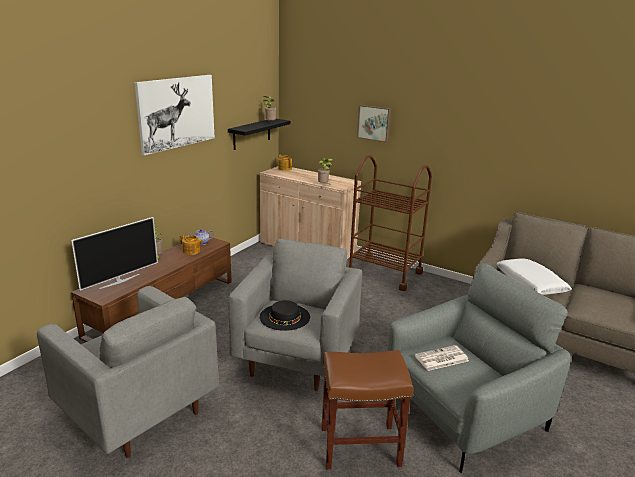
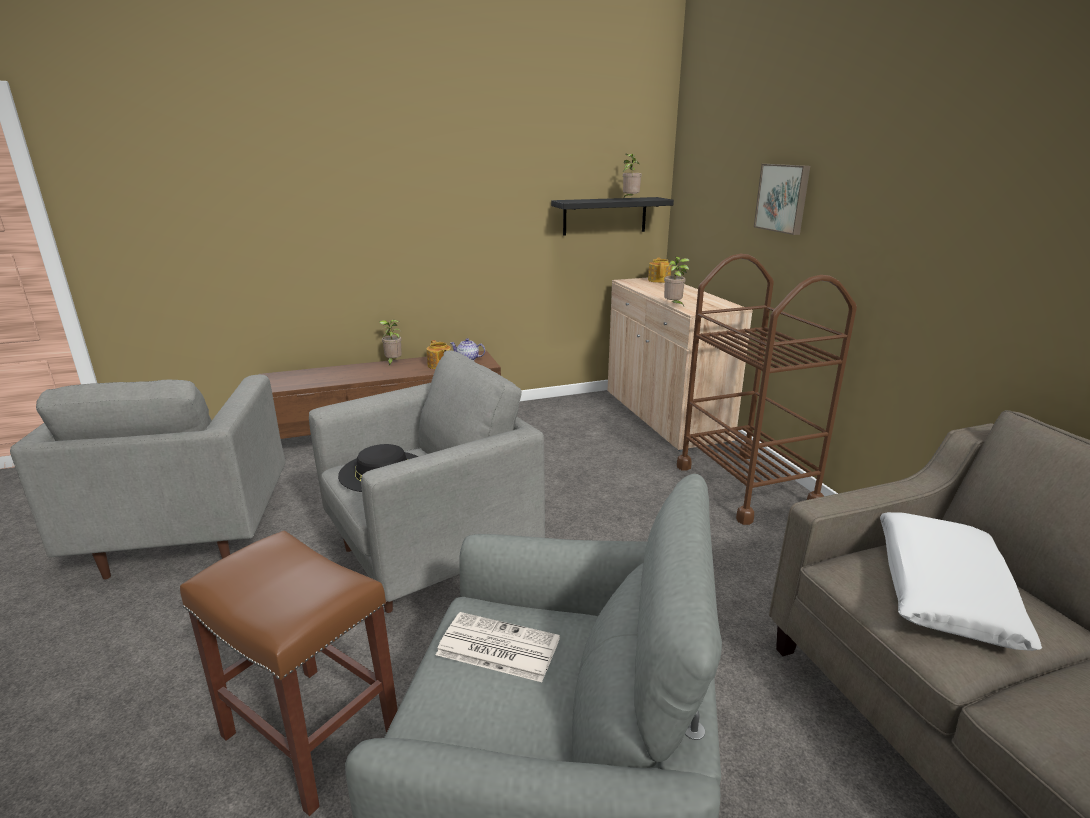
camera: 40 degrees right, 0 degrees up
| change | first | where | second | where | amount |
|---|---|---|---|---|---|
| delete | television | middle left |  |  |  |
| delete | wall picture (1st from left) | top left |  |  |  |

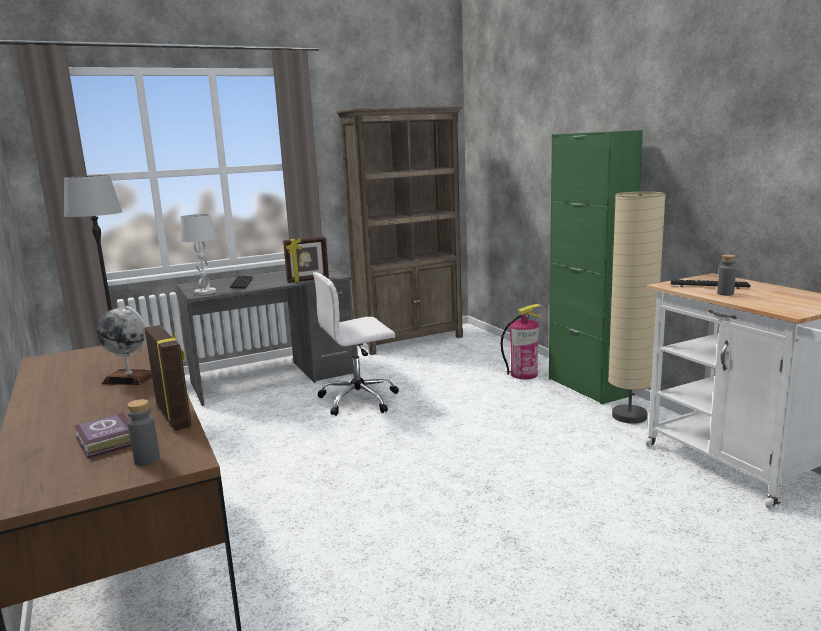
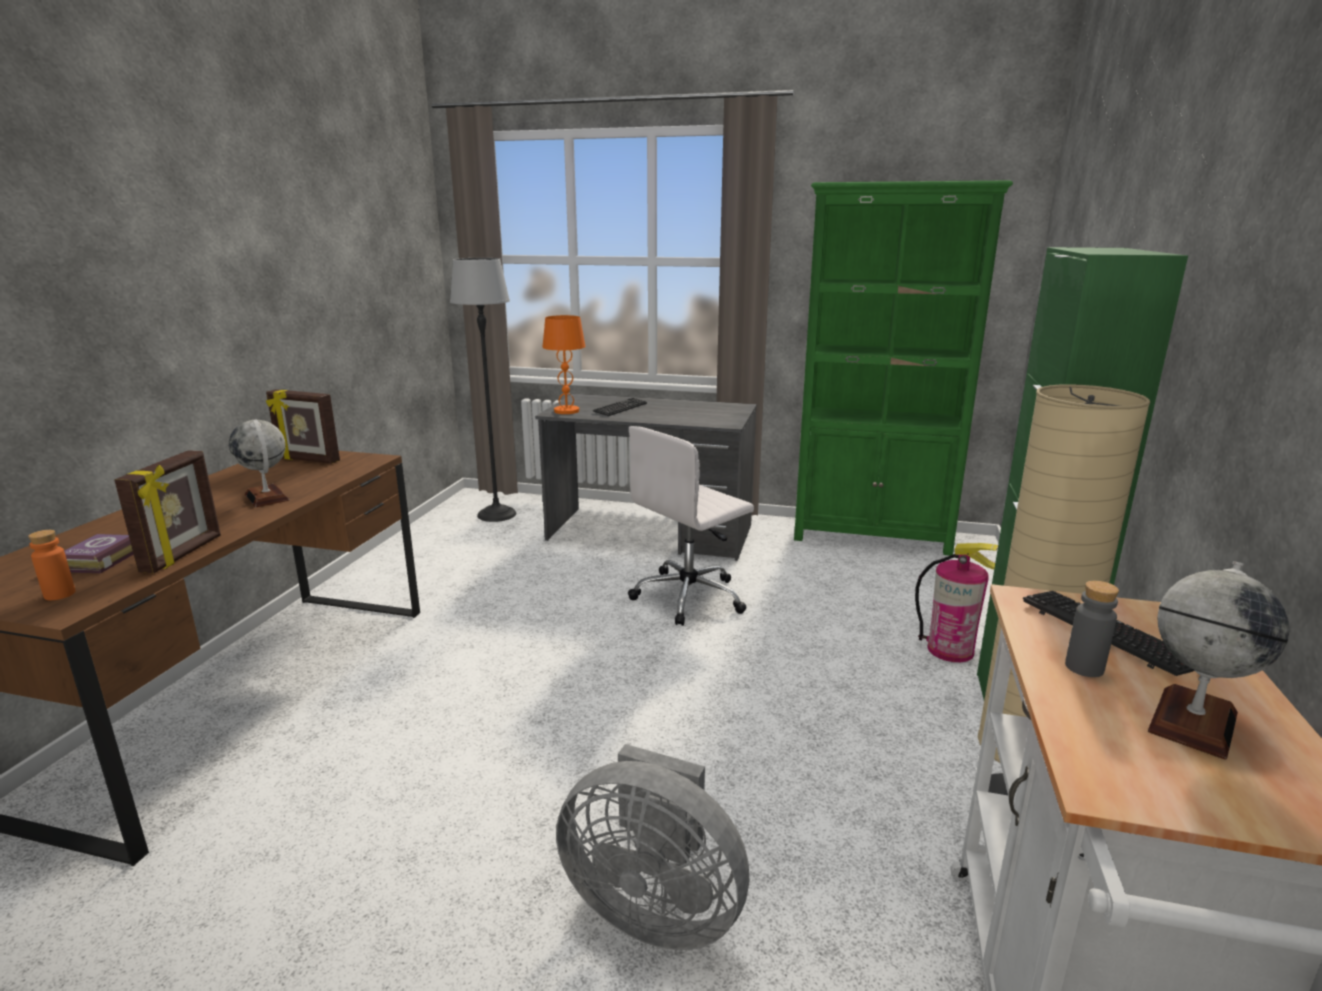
camera: 40 degrees right, 5 degrees up
| change | first | where | second | where | amount |
|---|---|---|---|---|---|
| insert |  |  | cooling fan (greyish) | bottom centre |  |
| insert |  |  | world globe (2nd from left) | middle right |  |
| move | picture frame (2nd from left) | centre |  | middle left |  |
| recolor | beverage bottle (greyish) (1st from left) | bottom left | beverage bottle (orange-coloured) | middle left |  |
| recolor | table lamp (whitish) | middle left | table lamp (orange-coloured) | centre |  |
| recolor | bookshelf (brownish) | centre | bookshelf (greenish) | middle right |  |
| rotate | computer chair (whitish) | centre |  | centre | 60 degrees counterclockwise |

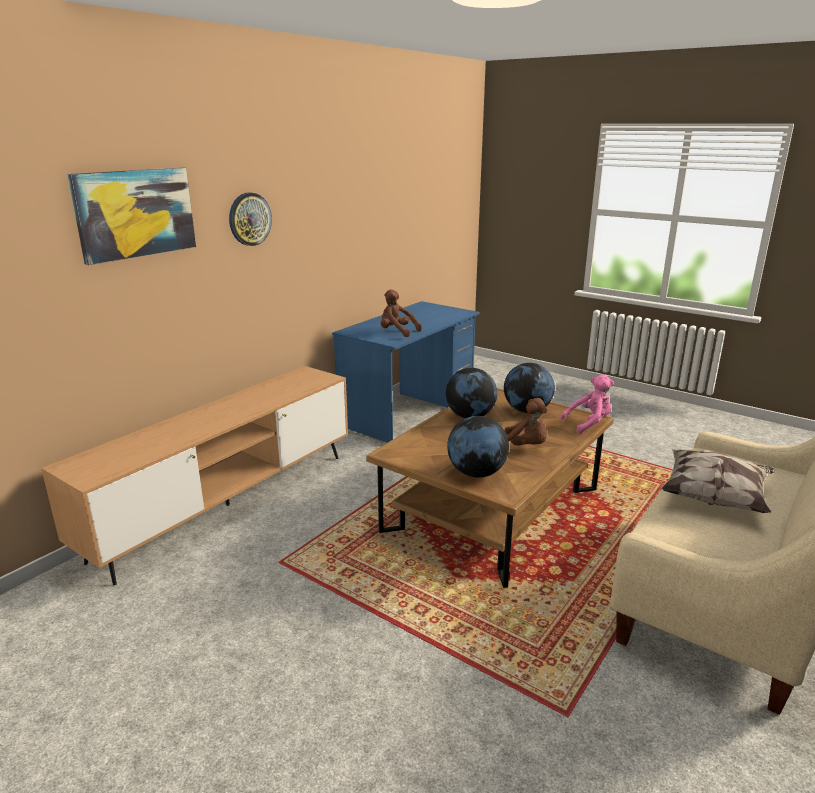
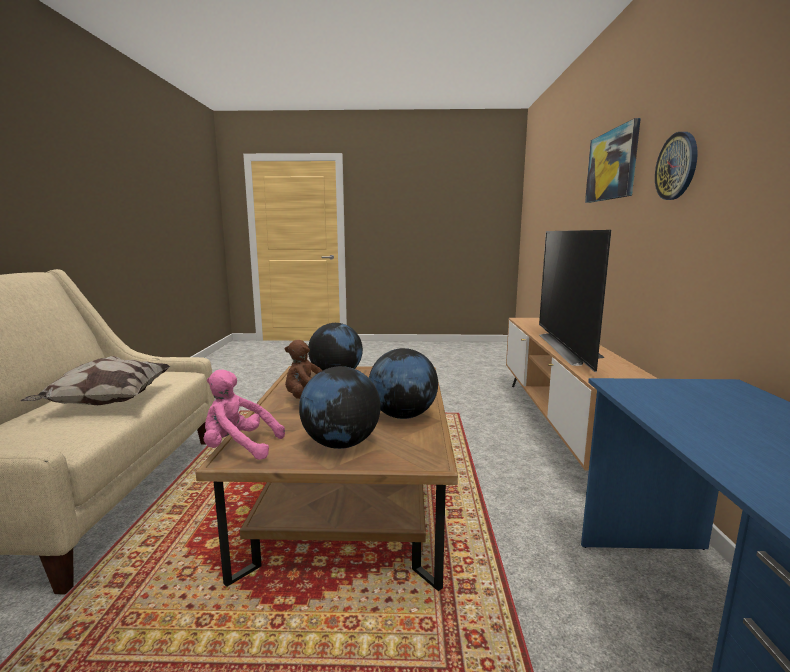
camera: 145 degrees right, 10 degrees down
| change | first | where | second | where | amount |
|---|---|---|---|---|---|
| delete | plush toy (brownish) (1st from left) | centre |  |  |  |
| insert |  |  | television | middle right |  |
| rotate | plush toy (pink-coloured) | middle right |  | middle left | 60 degrees clockwise |

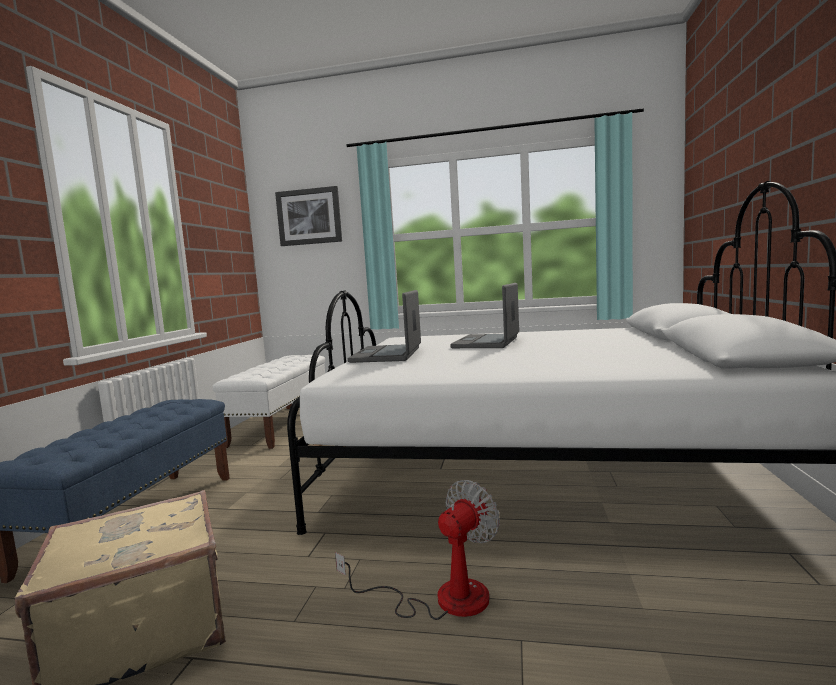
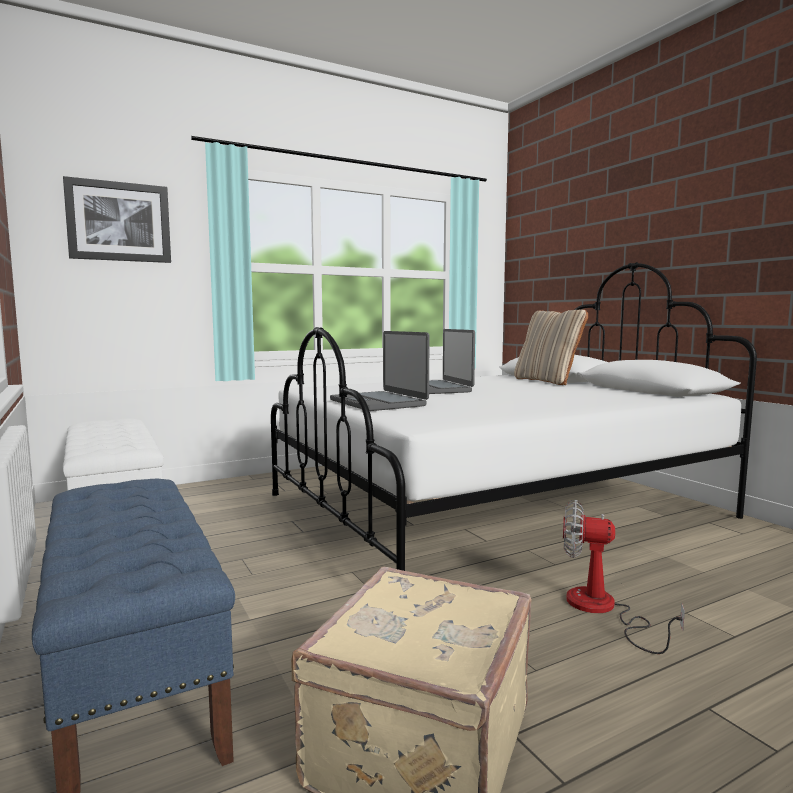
camera: 40 degrees left, 0 degrees up
| change | first | where | second | where | amount |
|---|---|---|---|---|---|
| insert |  |  | pillow (sand-coloured) | middle right |  |
| rotate | cooling fan | bottom centre |  | bottom right | 75 degrees counterclockwise |

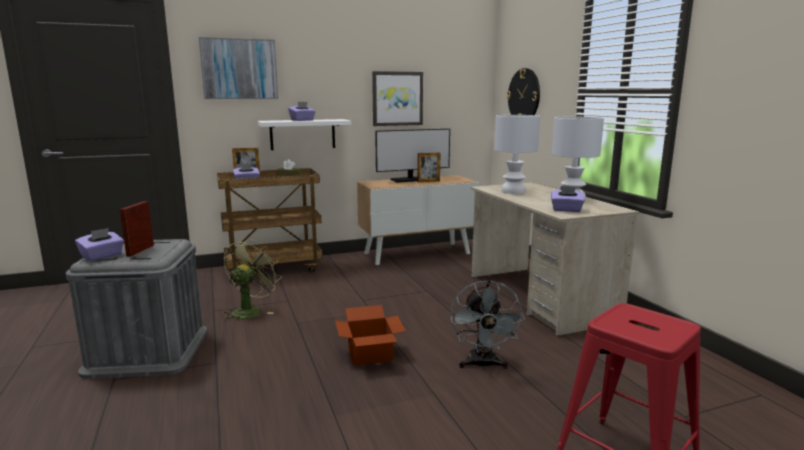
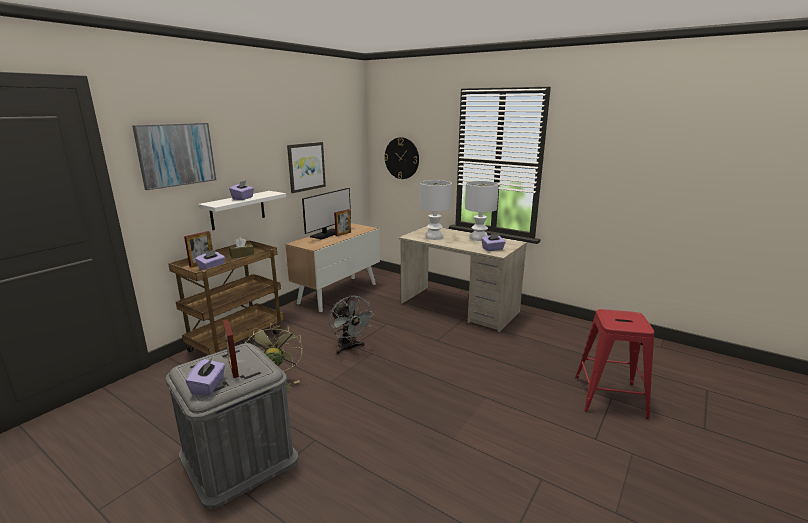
camera: 35 degrees left, 5 degrees up
| change | first | where | second | where | amount |
|---|---|---|---|---|---|
| delete | packing box | bottom centre |  |  |  |
| move | cooling fan (greyish) | bottom centre |  | centre |  |

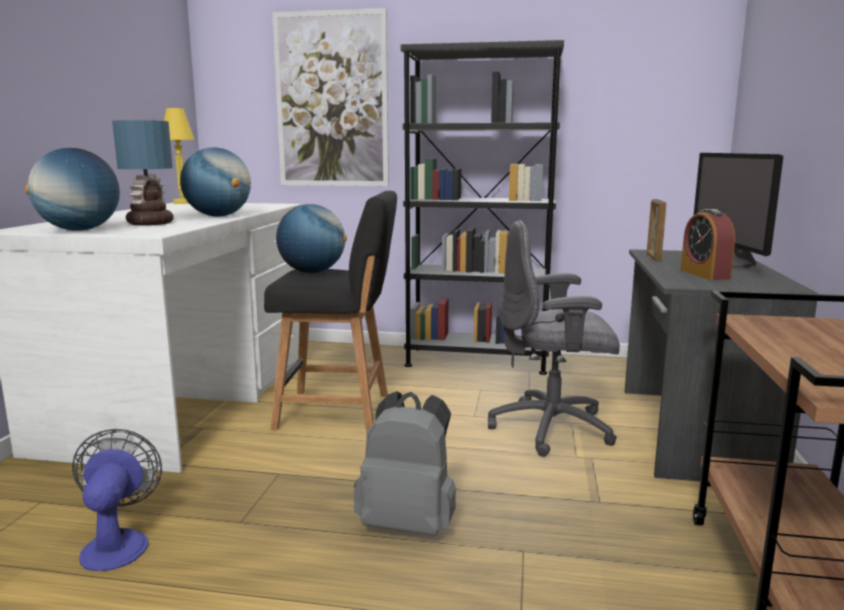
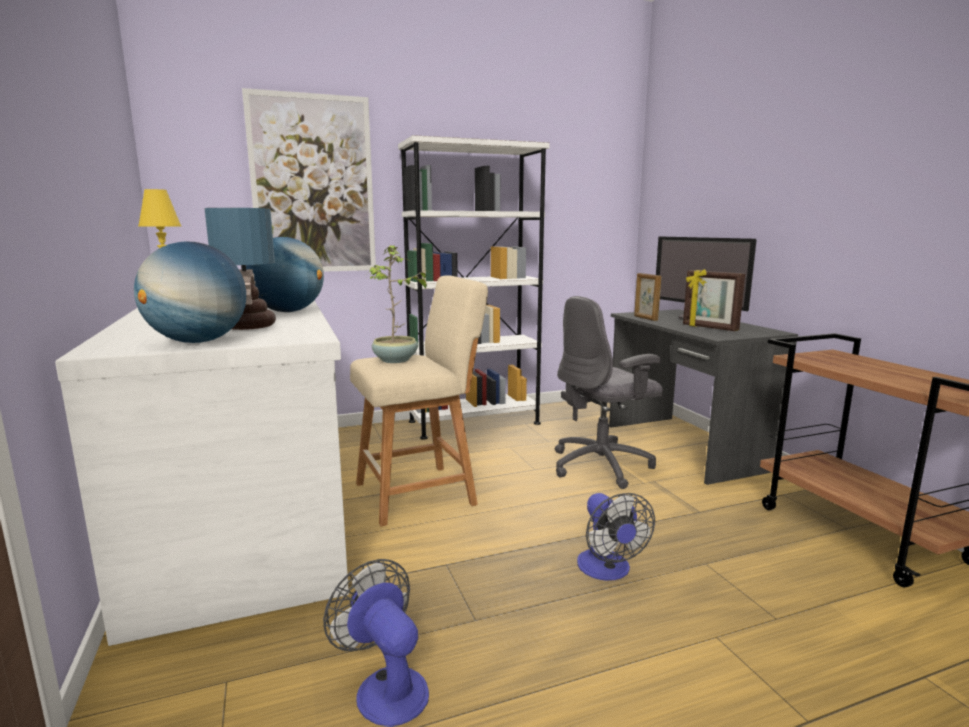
camera: 30 degrees left, 0 degrees up
| change | first | where | second | where | amount |
|---|---|---|---|---|---|
| replace | world globe (3rd from left) | centre | houseplant | centre |  |
| replace | rucksack (greyish) | bottom centre | cooling fan (2nd from left) | bottom centre |  |
| replace | bedside clock | middle right | picture frame (2nd from left) | middle right |  |
| recolor | stool seat (black-coloured) | centre | stool seat (sand-coloured) | centre |  |
| recolor | bookshelf (black-coloured) | centre | bookshelf (whitish) | centre |  |

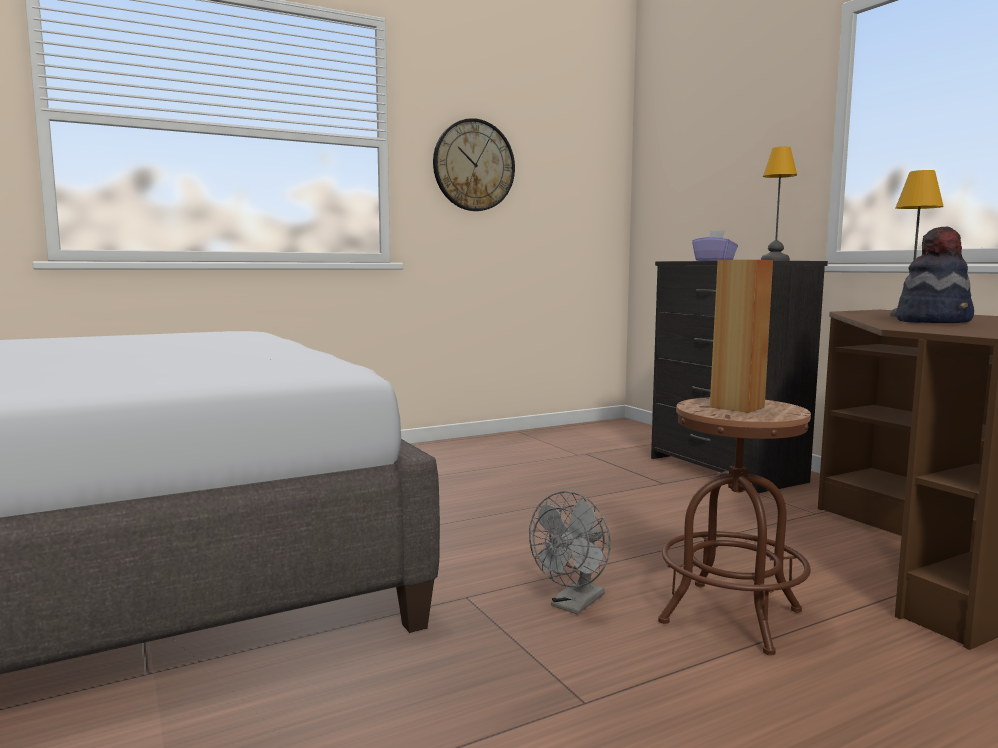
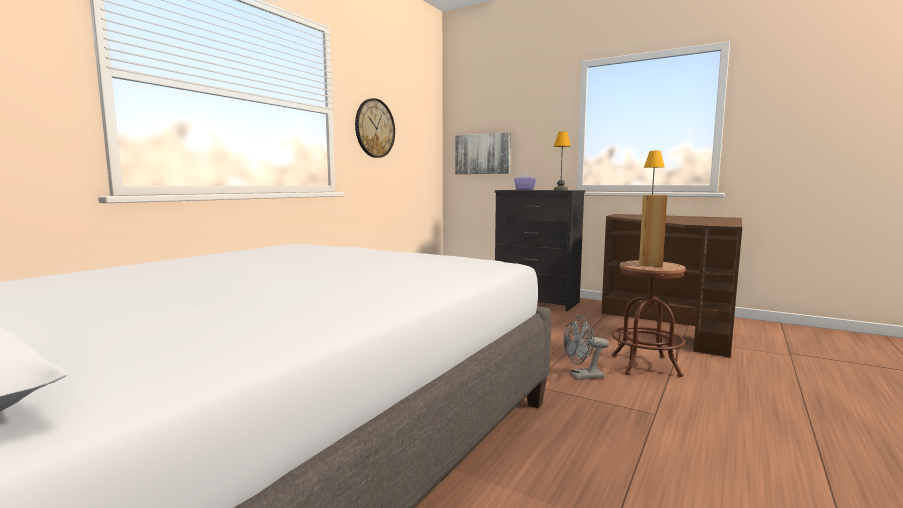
camera: 30 degrees left, 0 degrees up
| change | first | where | second | where | amount |
|---|---|---|---|---|---|
| delete | wearable hat | middle right |  |  |  |
| insert |  |  | wall picture | top centre |  |
| rotate | cooling fan (greyish) | bottom centre |  | bottom centre | 75 degrees clockwise |

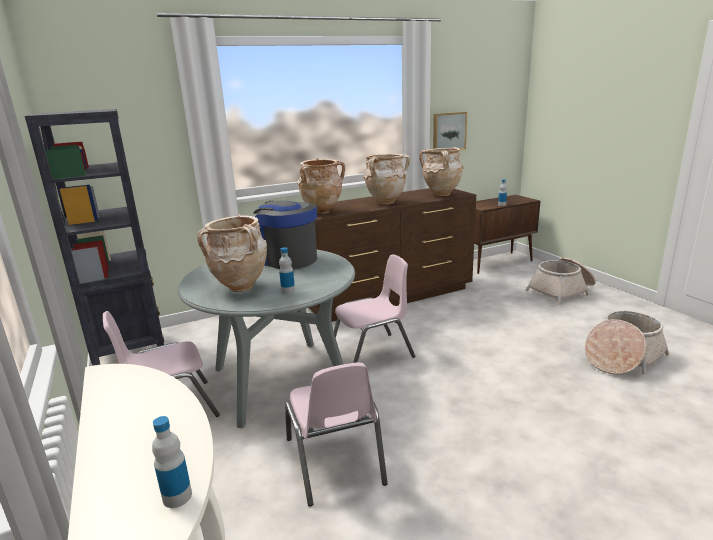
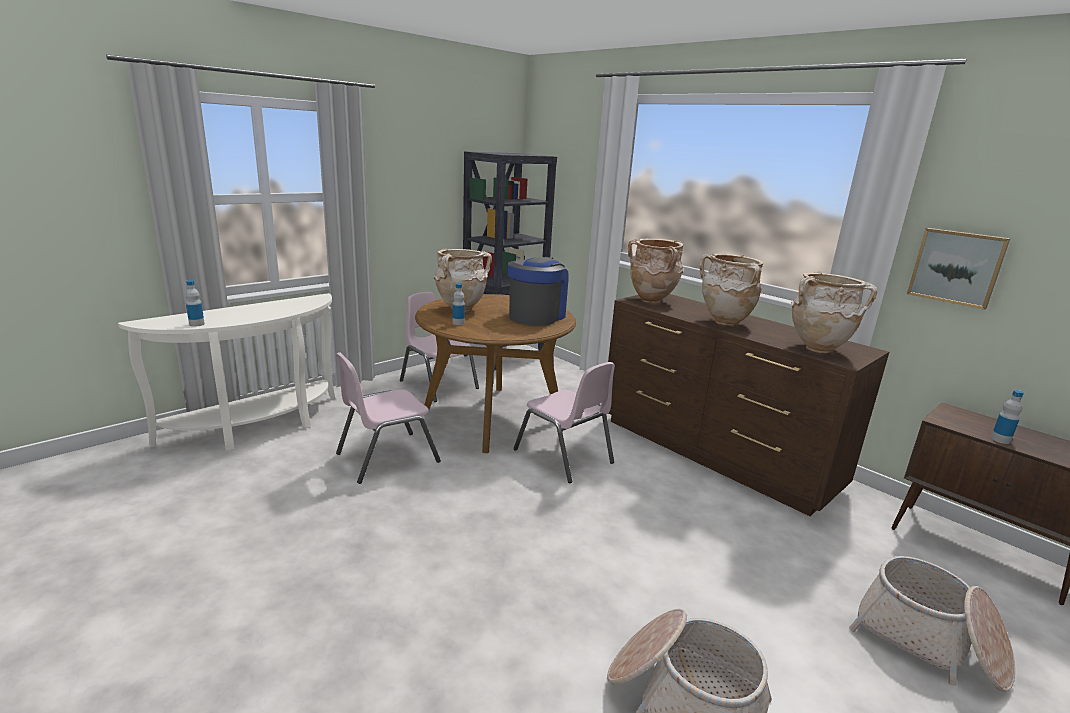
camera: 70 degrees right, 0 degrees up
| change | first | where | second | where | amount |
|---|---|---|---|---|---|
| recolor | kitchen table (greyish) | centre | kitchen table (brownish) | centre |  |

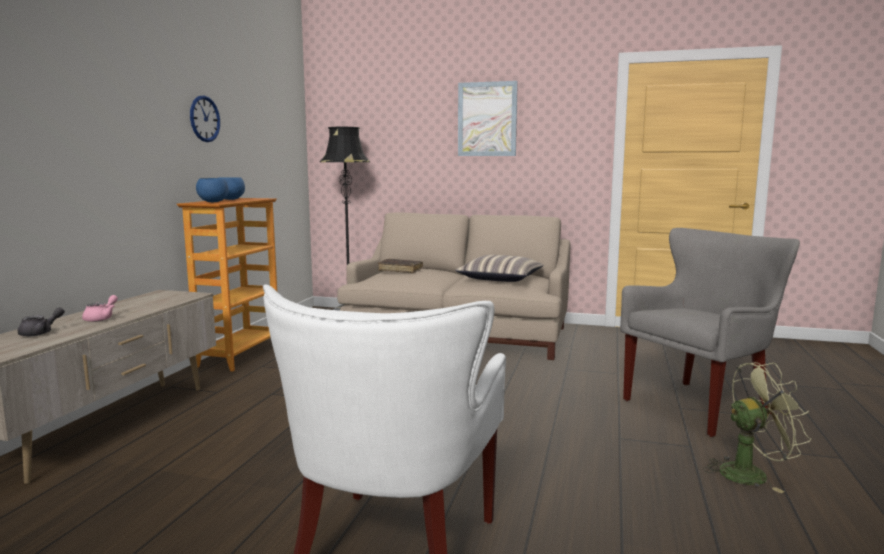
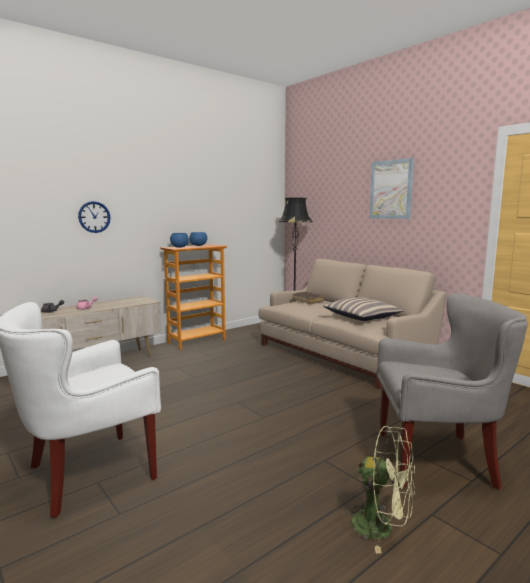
camera: 35 degrees right, 0 degrees up
| change | first | where | second | where | amount |
|---|---|---|---|---|---|
| move | hanging clock | top left |  | middle left |  |

